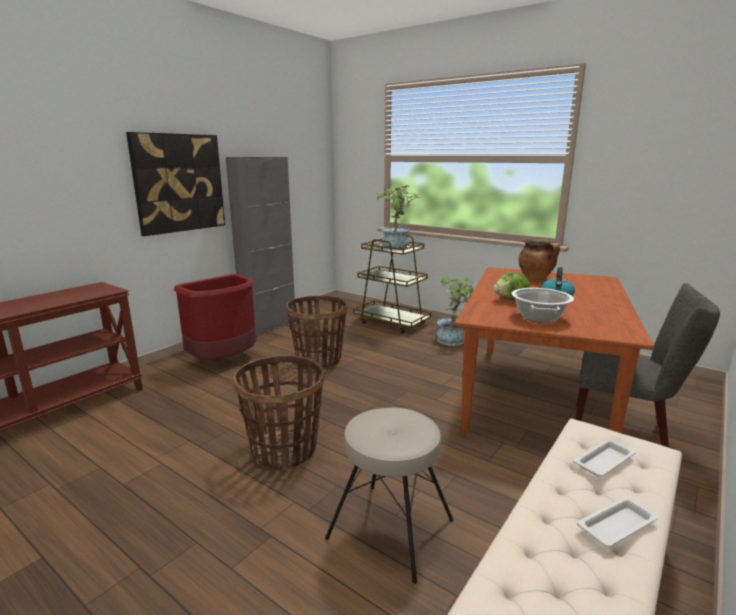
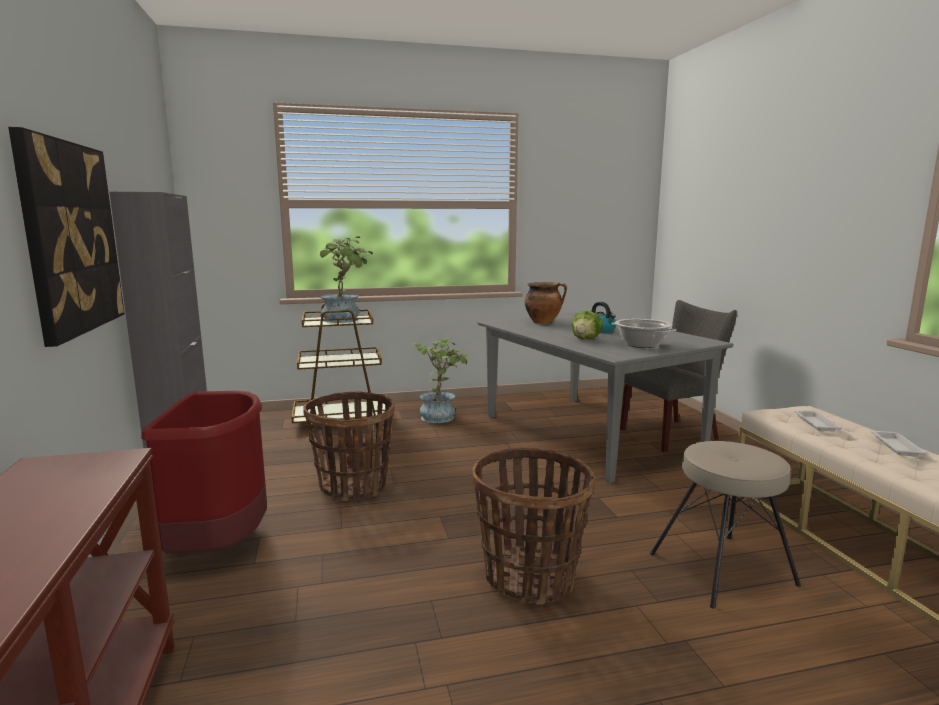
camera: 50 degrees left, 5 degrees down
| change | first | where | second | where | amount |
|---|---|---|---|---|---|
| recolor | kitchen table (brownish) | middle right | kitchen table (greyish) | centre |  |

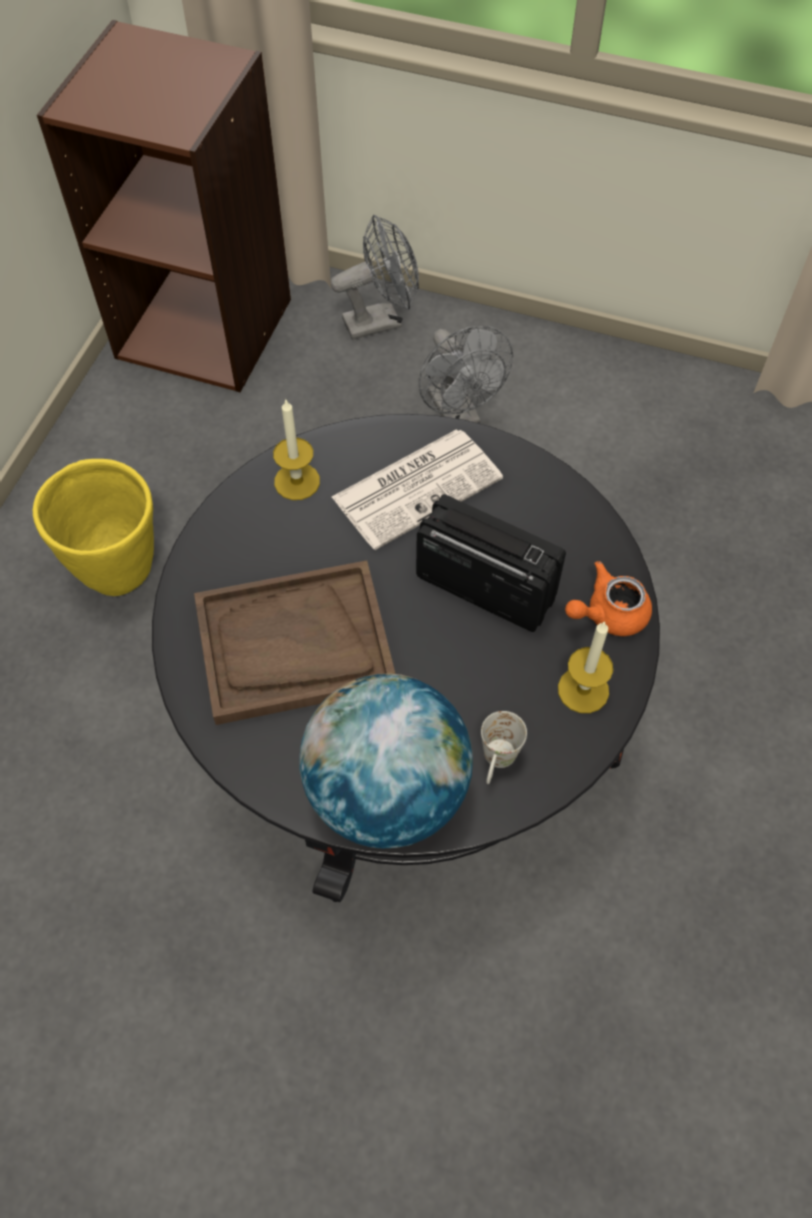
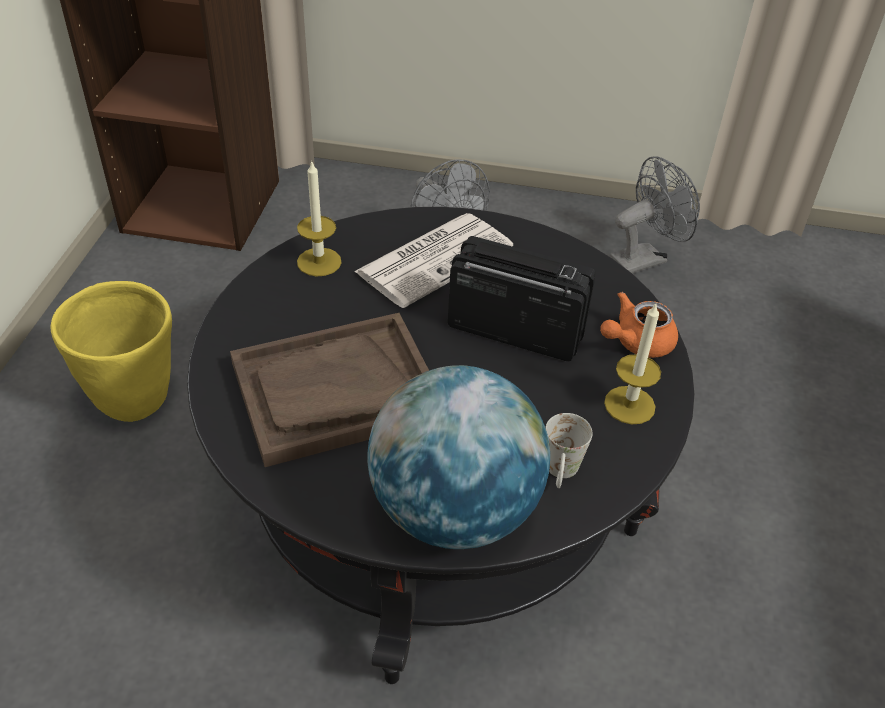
camera: 10 degrees left, 15 degrees down
| change | first | where | second | where | amount |
|---|---|---|---|---|---|
| move | cooling fan (greyish) (1st from left in the first image) | top centre | cooling fan (greyish) (2nd from left) | top right |  |

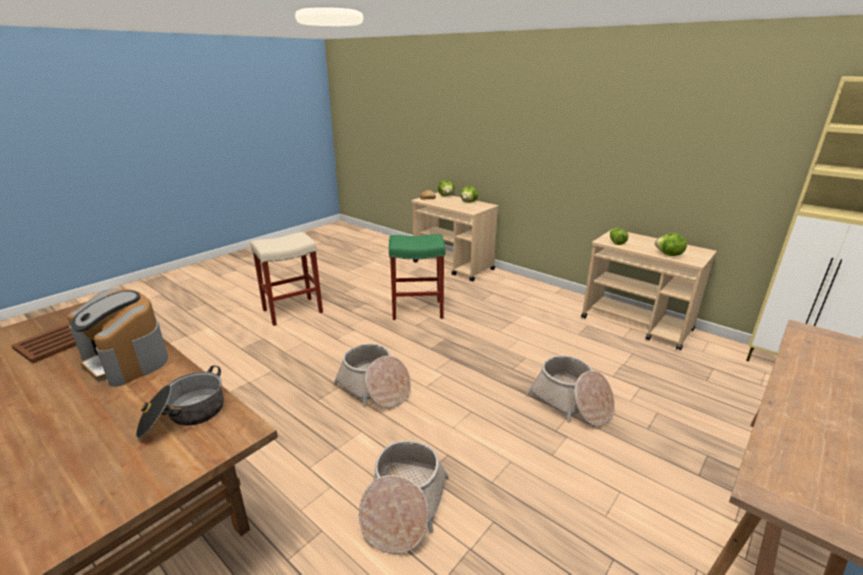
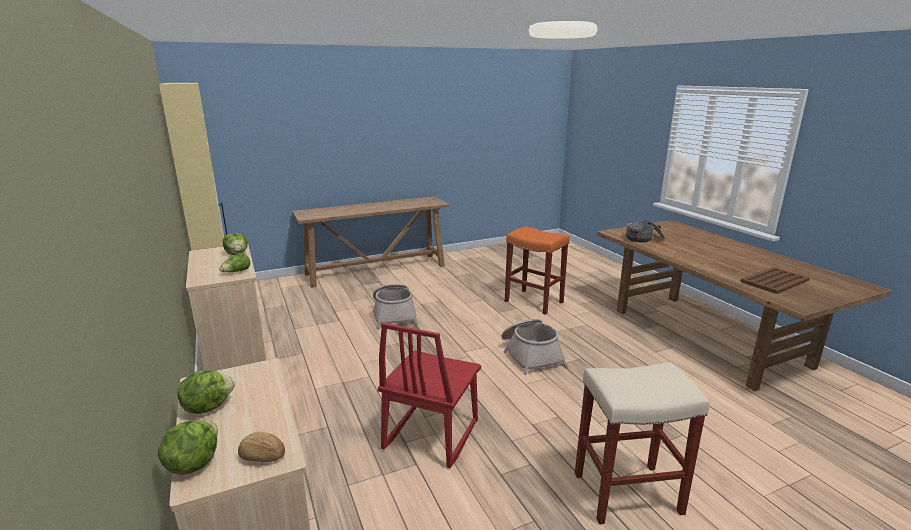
camera: 155 degrees left, 5 degrees down
| change | first | where | second | where | amount |
|---|---|---|---|---|---|
| delete | coffee brewer | middle left |  |  |  |
| replace | storage basket (2nd from left) | bottom centre | stool seat (orange-coloured) | centre |  |
| replace | stool seat (greenish) | centre | chair (red) | bottom centre |  |

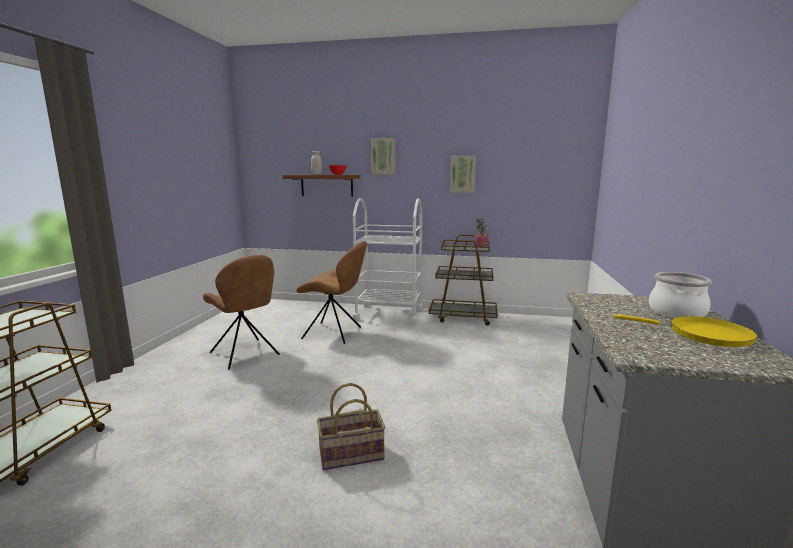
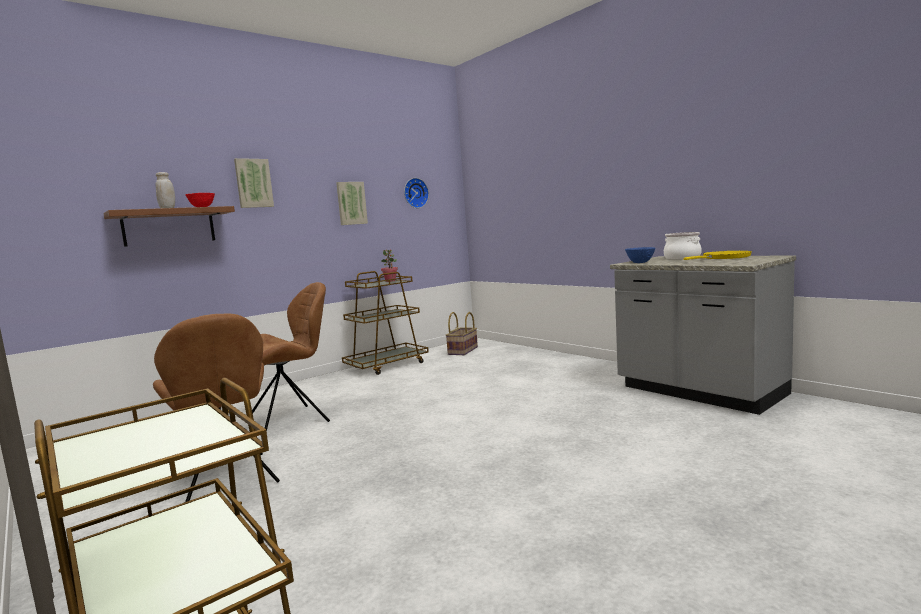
camera: 50 degrees left, 5 degrees down
| change | first | where | second | where | amount |
|---|---|---|---|---|---|
| delete | cart (whitish) | centre |  |  |  |
| insert |  |  | hanging clock | top centre |  |
| insert |  |  | deep dish (bluish) | middle right |  |
| move | storage basket | bottom centre |  | centre |  |
| rotate | chair (brownish) (1st from left) | middle left |  | middle left | 60 degrees clockwise |

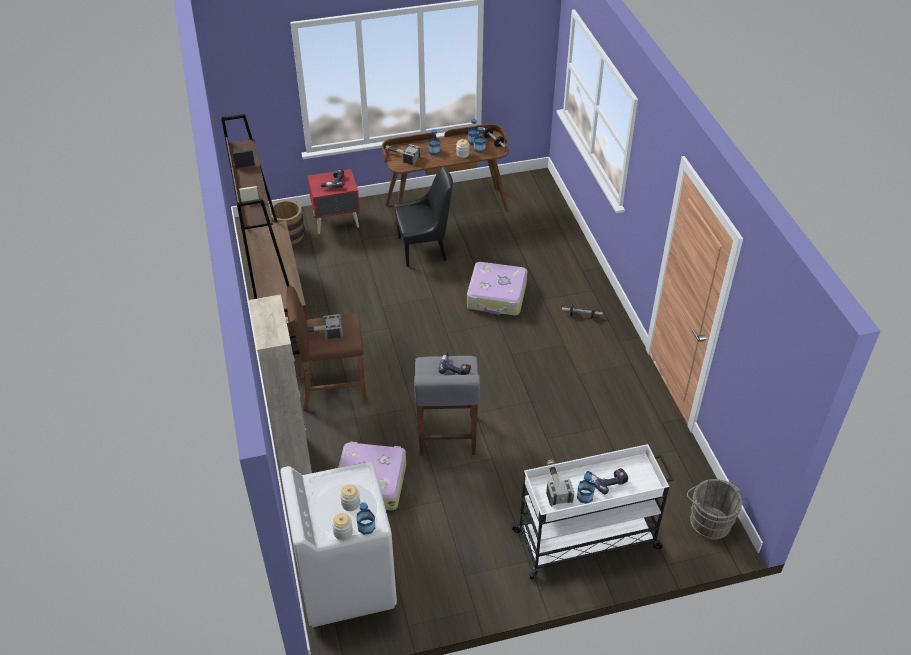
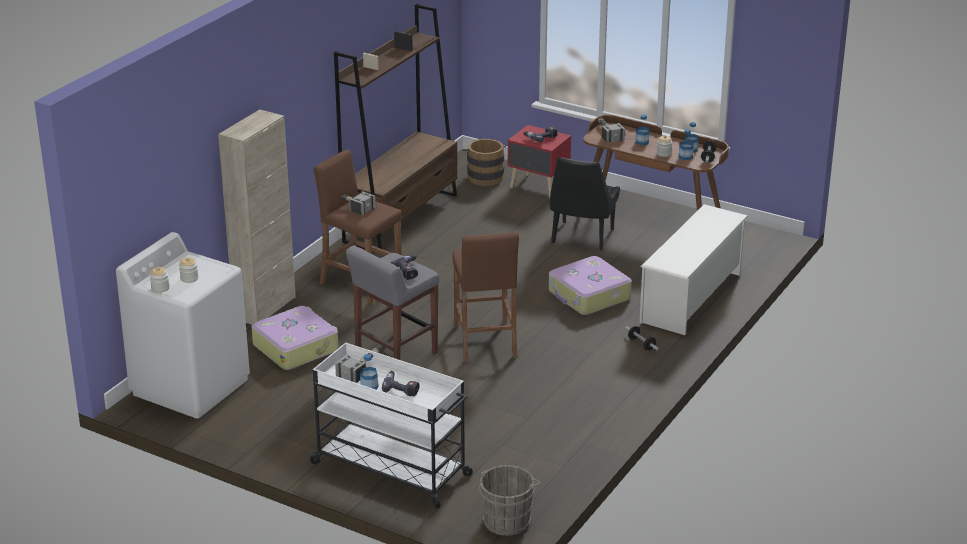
camera: 45 degrees right, 15 degrees down
| change | first | where | second | where | amount |
|---|---|---|---|---|---|
| delete | beverage bottle (1st from left) | bottom centre |  |  |  |
| insert |  |  | stool seat (brownish) (2nd from left) | centre |  |
| insert |  |  | shoe shelf (whitish) | middle right |  |
| rotate | chair (black-coloured) | top centre |  | centre | 75 degrees clockwise |

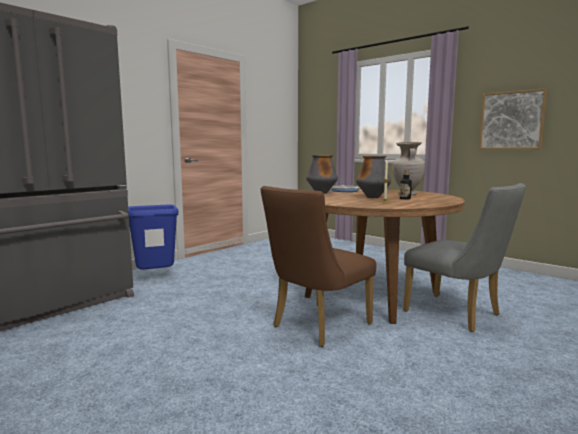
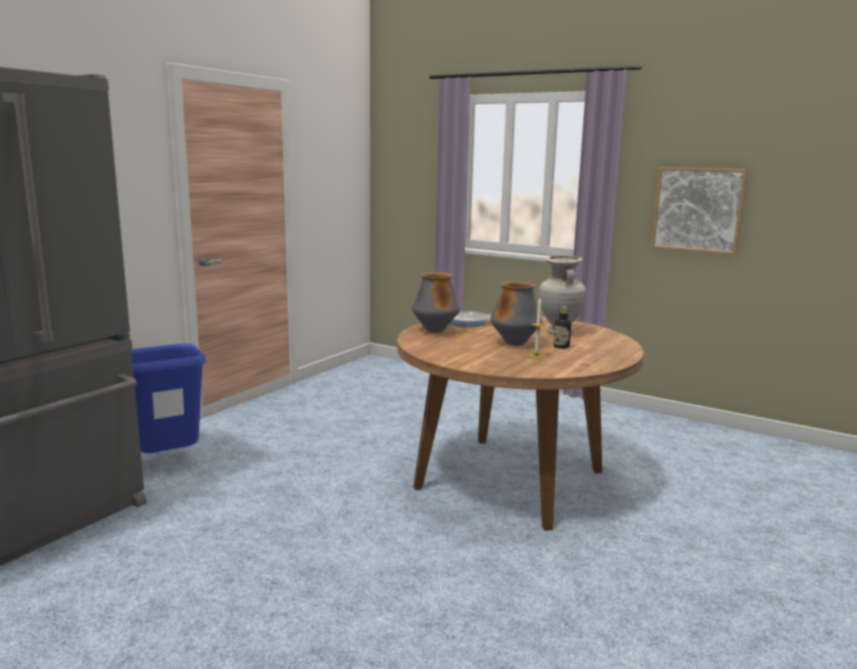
camera: 10 degrees left, 5 degrees up
| change | first | where | second | where | amount |
|---|---|---|---|---|---|
| delete | chair (brownish) | centre |  |  |  |
| delete | chair (greyish) | middle right |  |  |  |

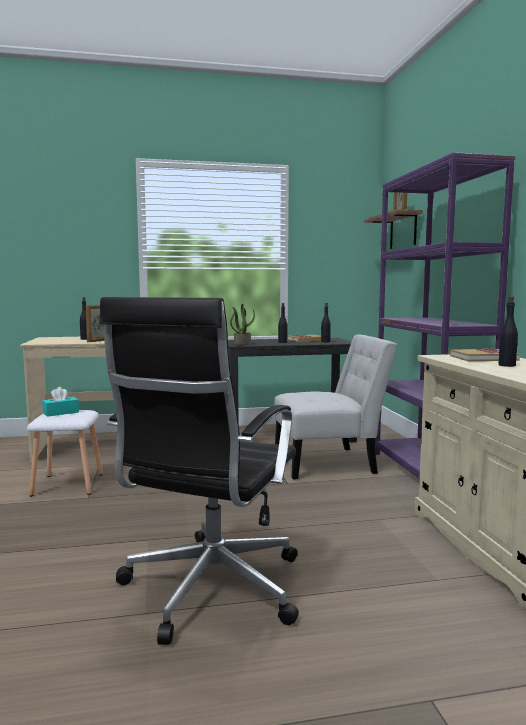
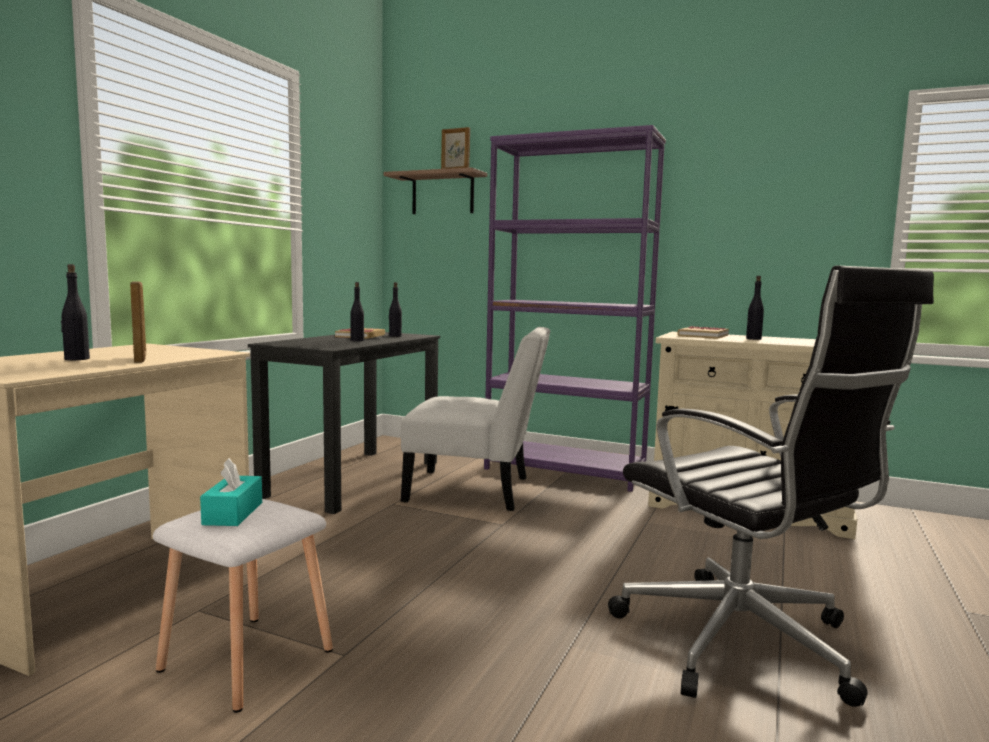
camera: 55 degrees left, 0 degrees up
| change | first | where | second | where | amount |
|---|---|---|---|---|---|
| delete | houseplant | centre |  |  |  |
| rotate | chair (whitish) | centre |  | centre | 75 degrees clockwise |

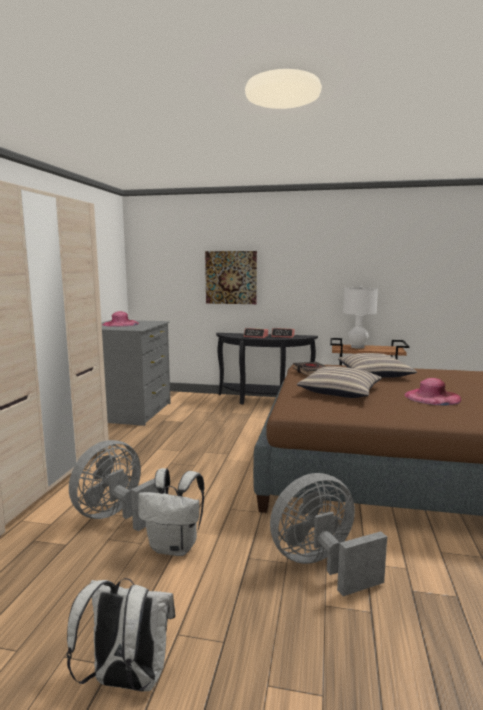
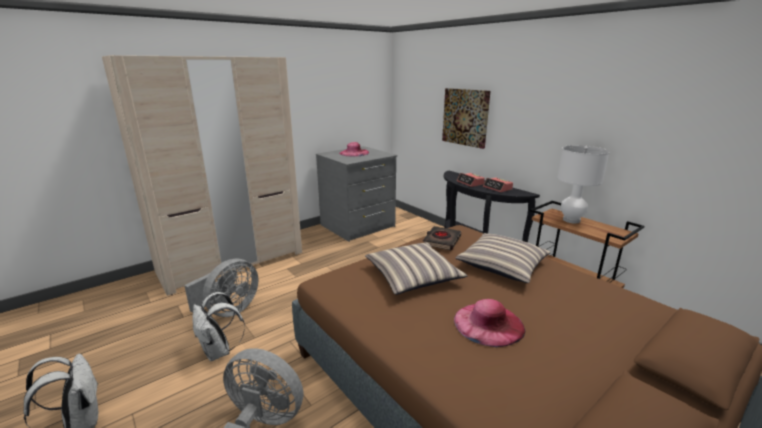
camera: 40 degrees right, 10 degrees up
| change | first | where | second | where | amount |
|---|---|---|---|---|---|
| rotate | cooling fan (greyish) (1st from left) | bottom left |  | bottom left | 135 degrees clockwise |

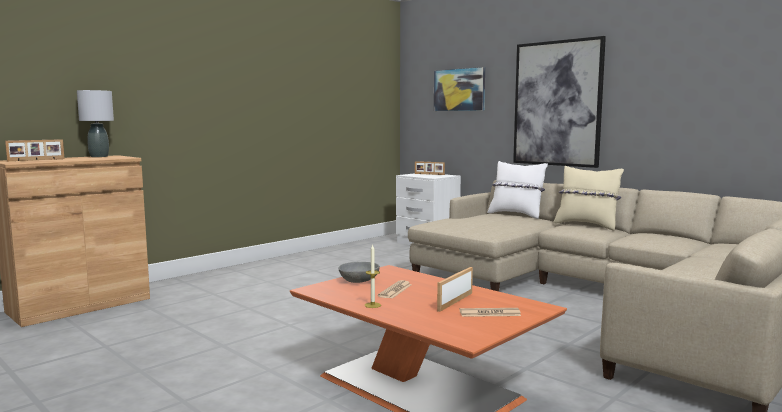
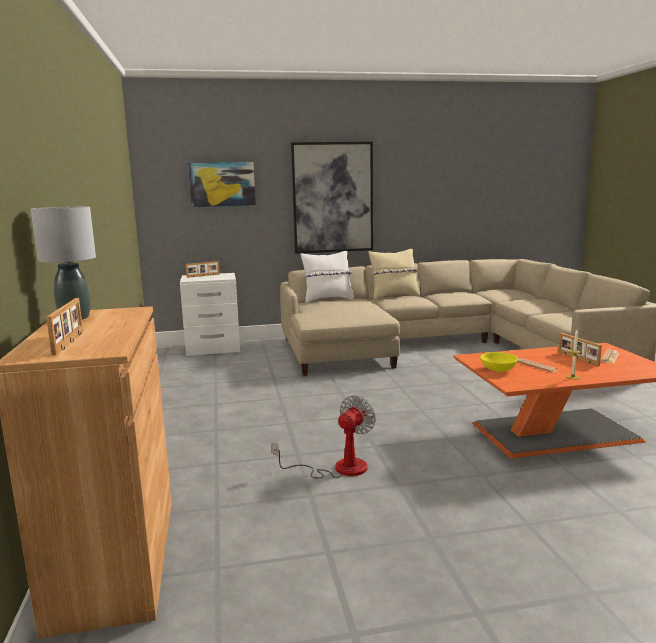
camera: 55 degrees left, 5 degrees up
| change | first | where | second | where | amount |
|---|---|---|---|---|---|
| insert |  |  | cooling fan | bottom centre |  |
| recolor | deep dish (greyish) | centre | deep dish (yellow) | middle right |  |

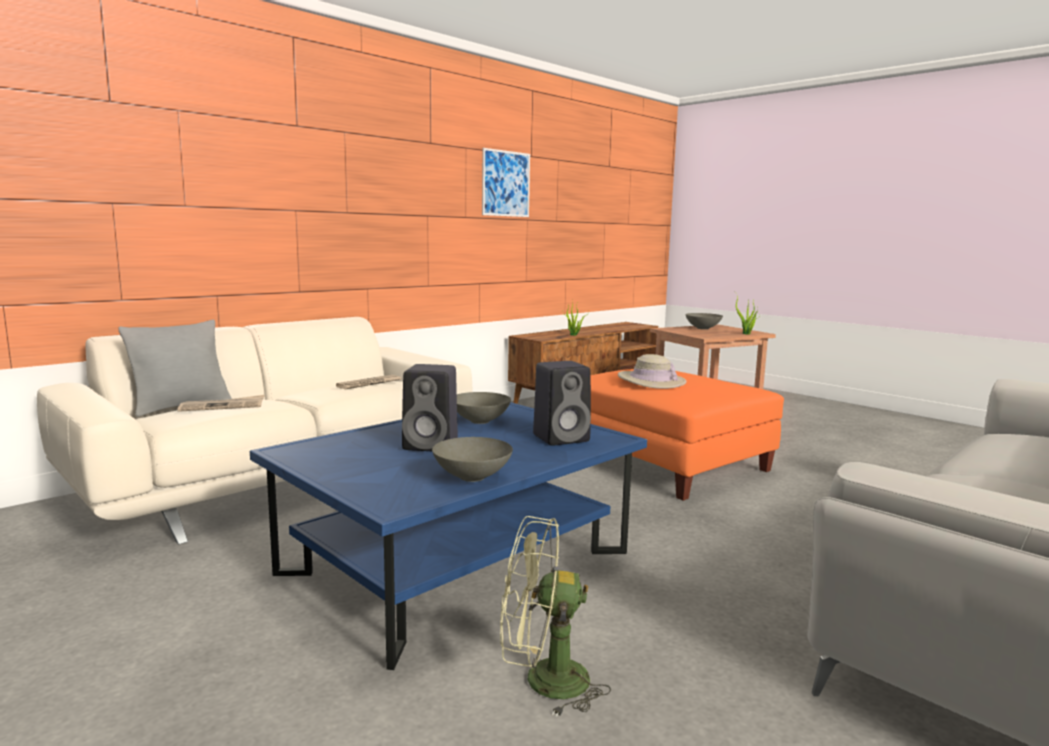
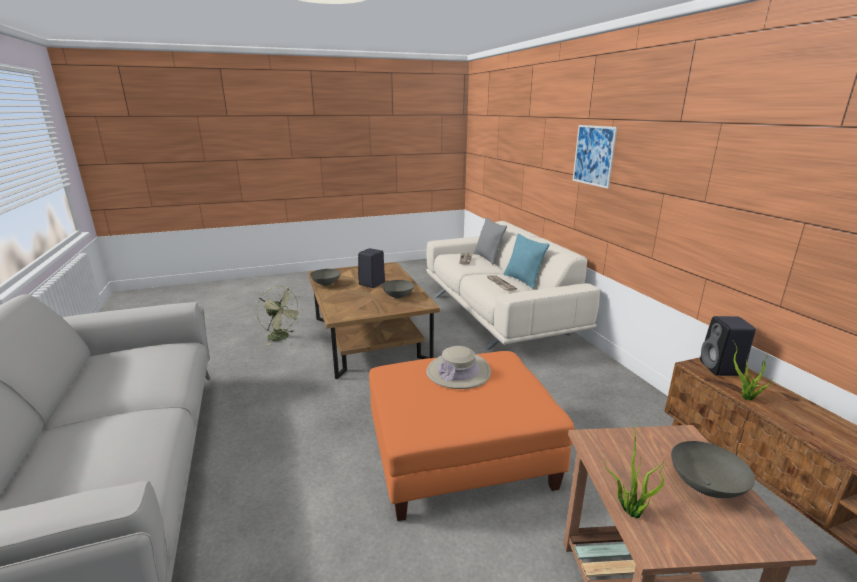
camera: 115 degrees right, 10 degrees up
| change | first | where | second | where | amount |
|---|---|---|---|---|---|
| insert |  |  | pillow (turquoise-coloured) | centre |  |
| move | wall picture | top centre |  | top right |  |
| move | speaker (black-coloured) (2nd from left) | centre |  | middle right |  |
| recolor | low table (bluish) | bottom centre | low table (brownish) | centre |  |
| rotate | cooling fan (greenish) | bottom centre |  | middle left | 105 degrees clockwise |

